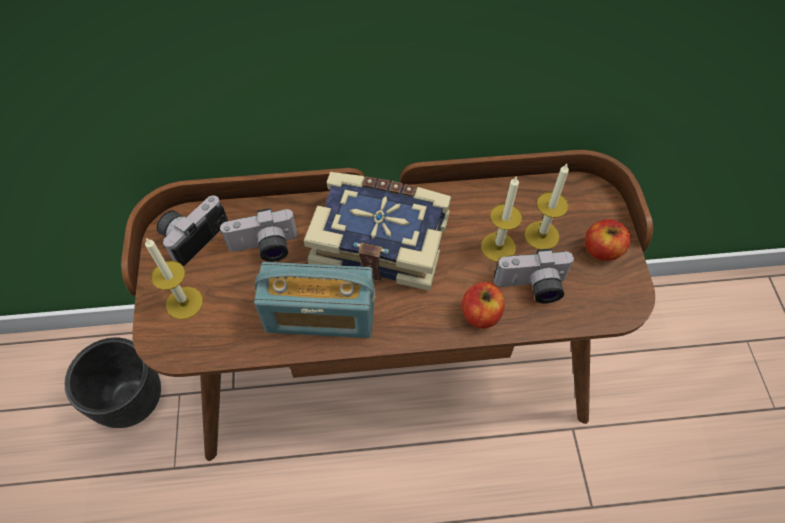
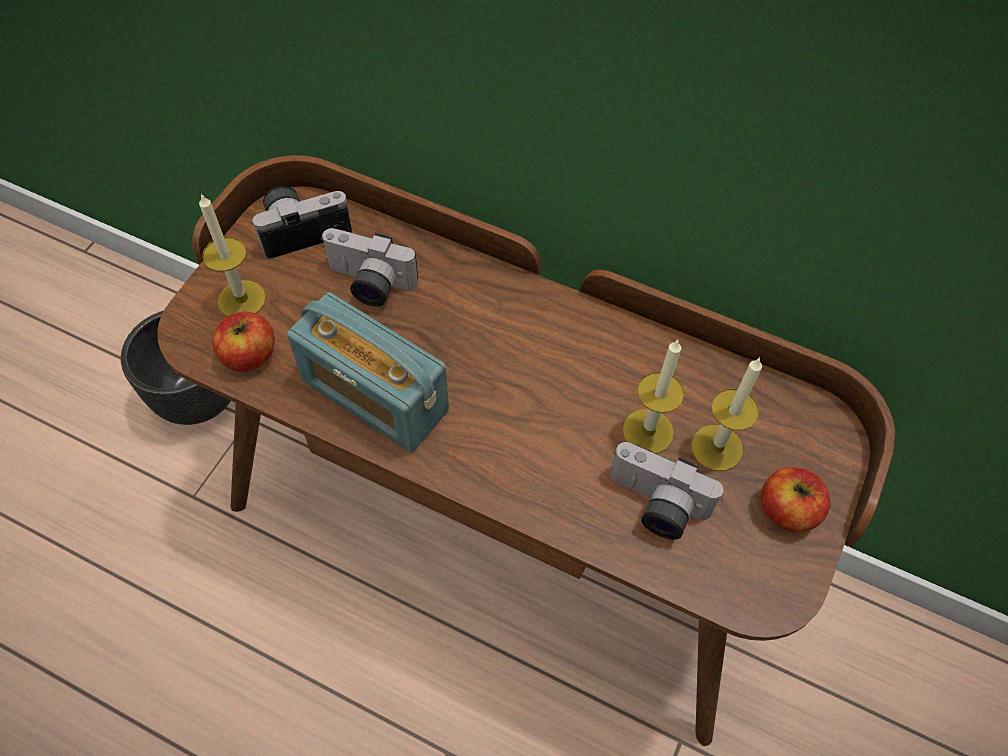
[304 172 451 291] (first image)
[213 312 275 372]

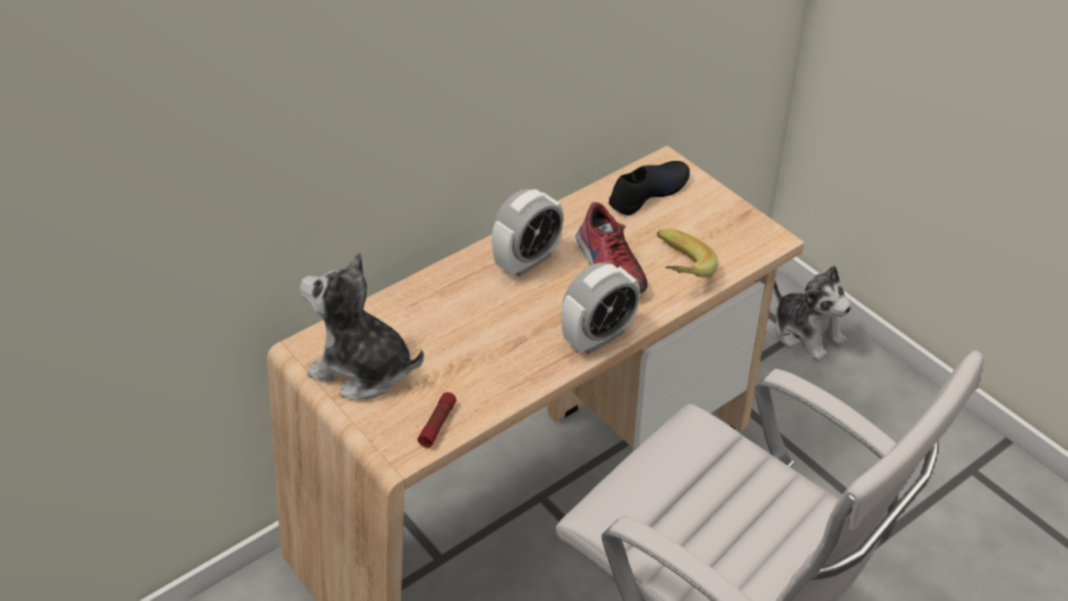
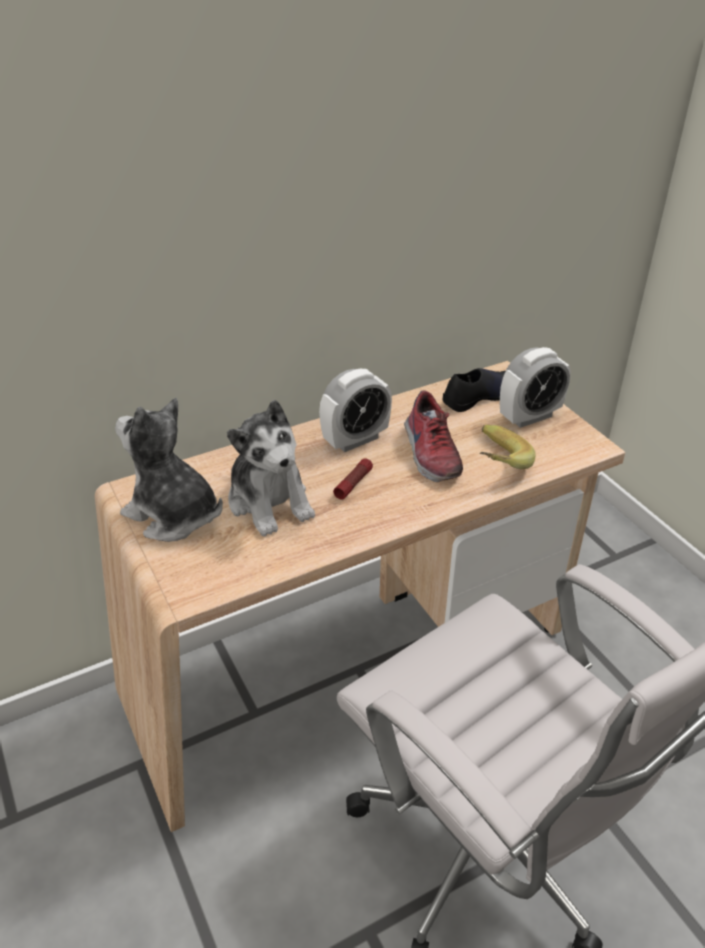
[500 347 571 428]
[227 400 315 537]
[333 458 373 500]

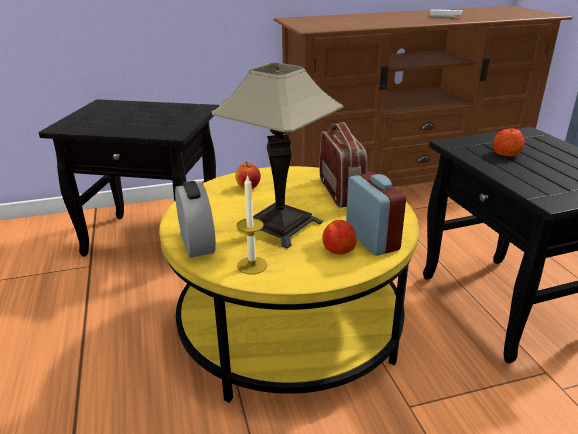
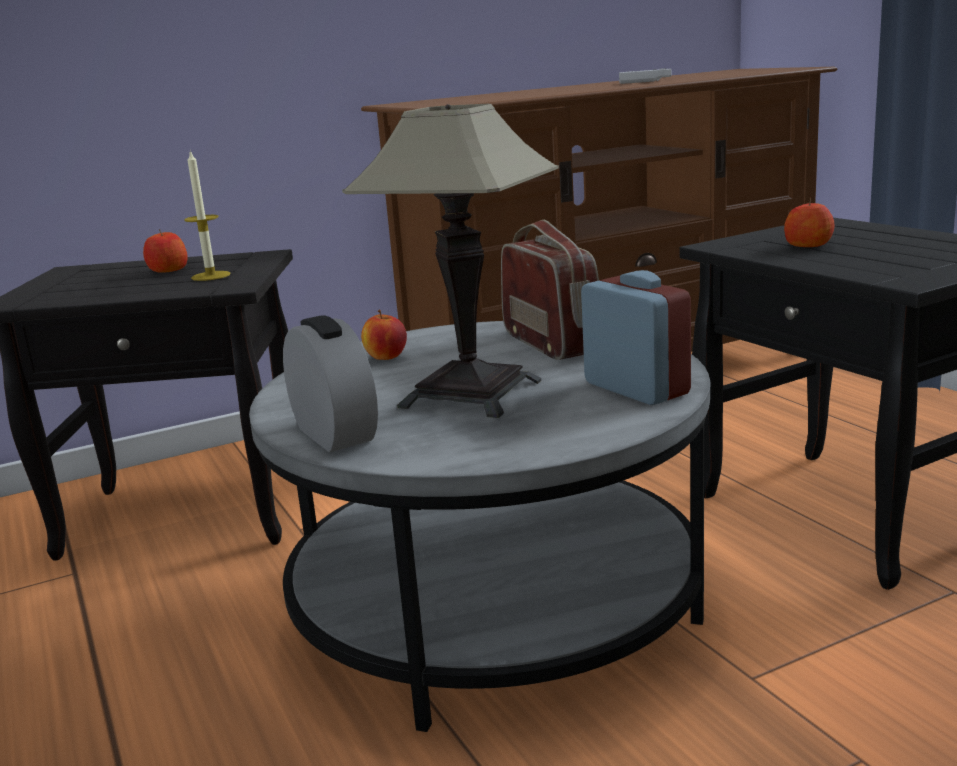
[249 321 710 732]
[184 149 231 281]
[143 229 187 273]

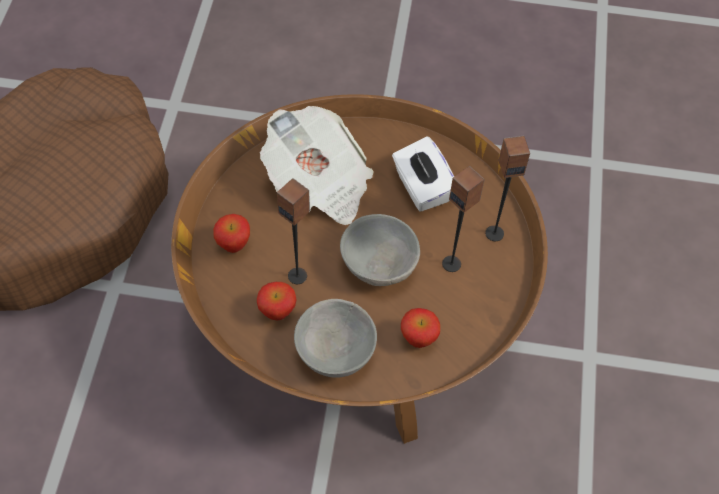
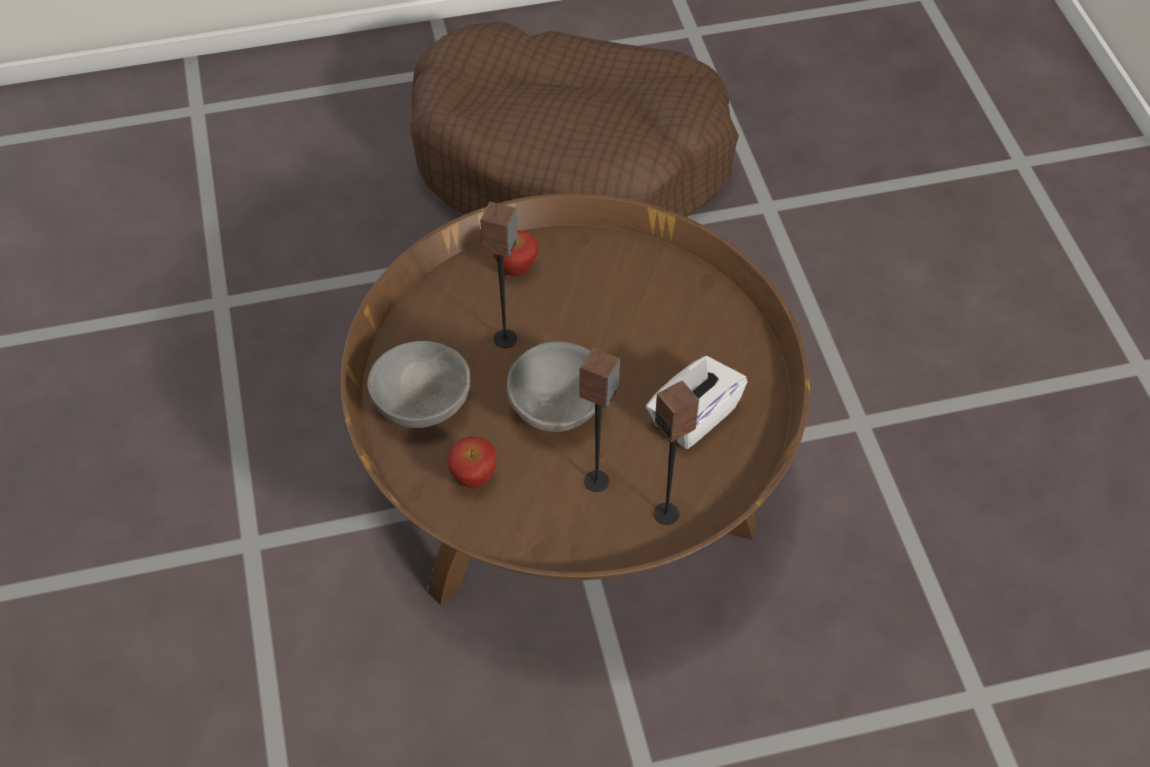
[260 106 374 225] (first image)
[257 282 297 320] (first image)

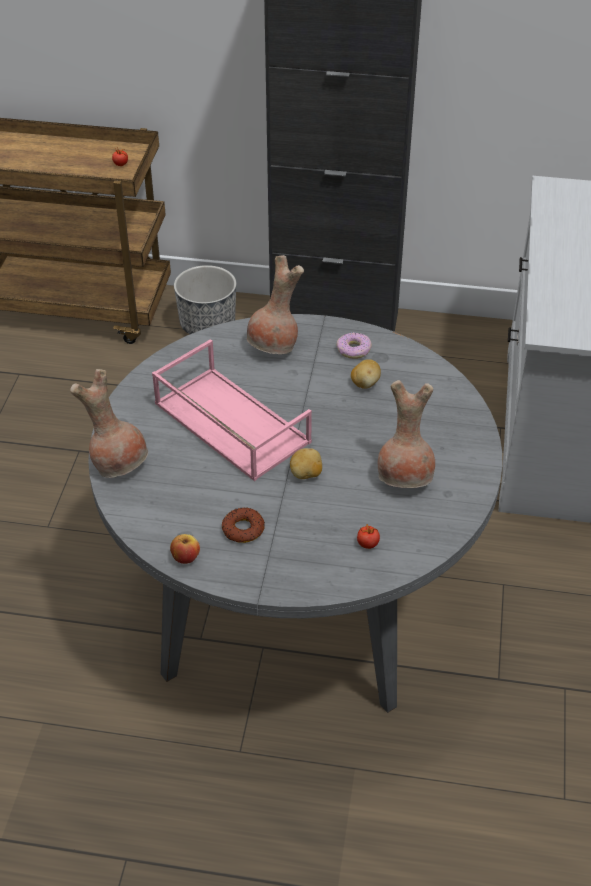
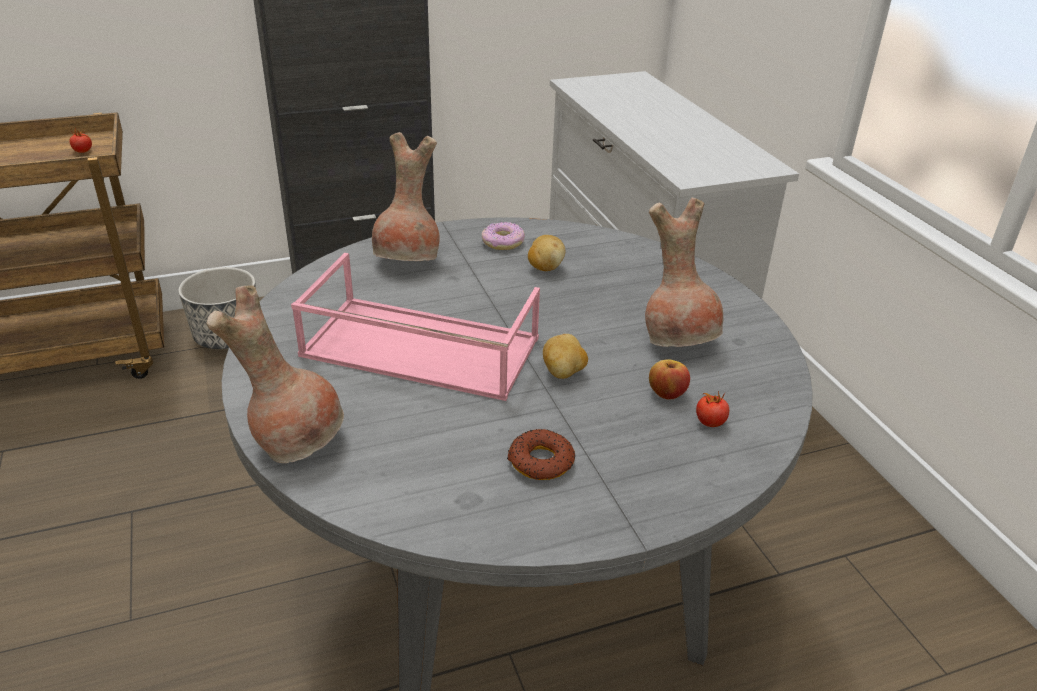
[649 359 690 399]

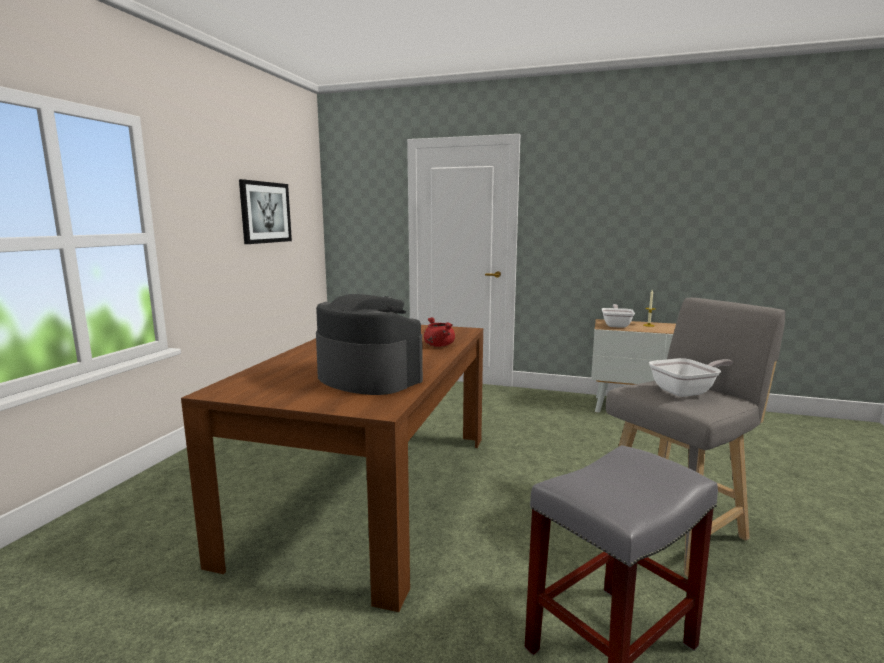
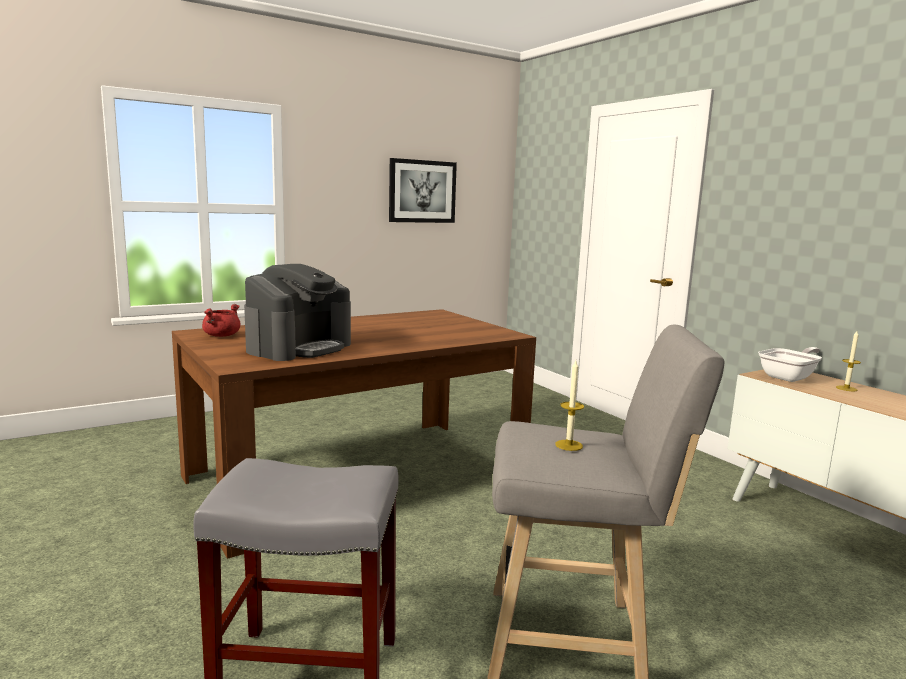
[244 264 351 361]
[202 304 240 337]
[555 361 584 451]

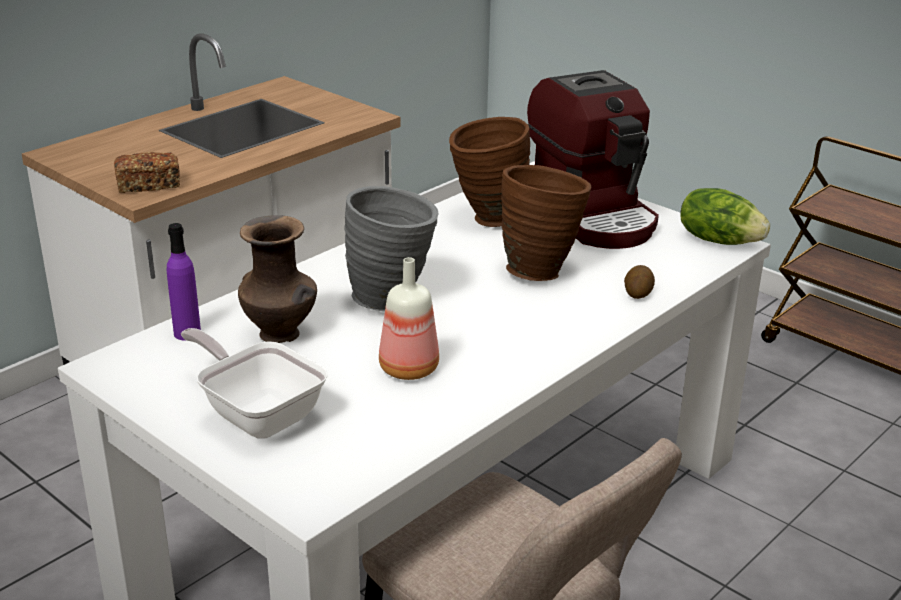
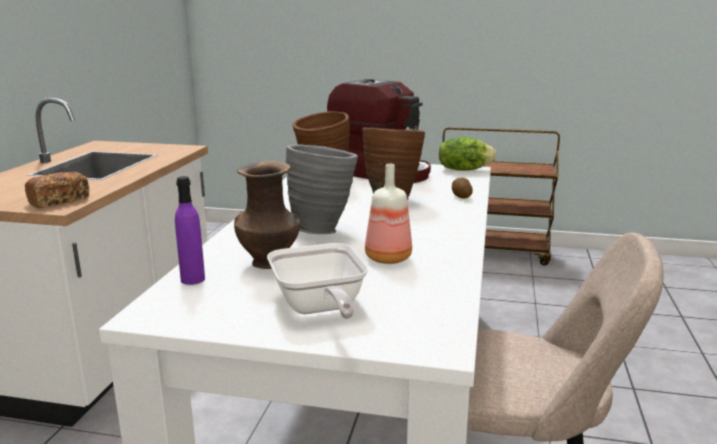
[267 243 368 319]

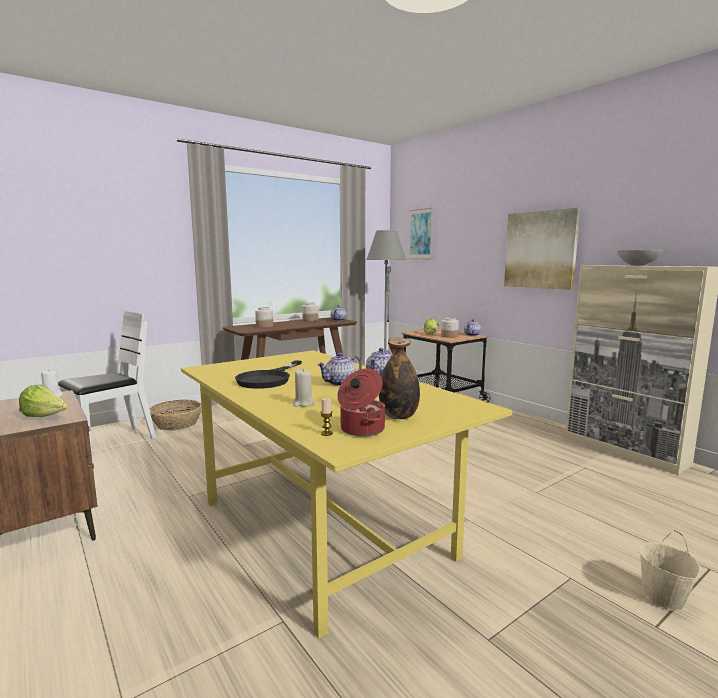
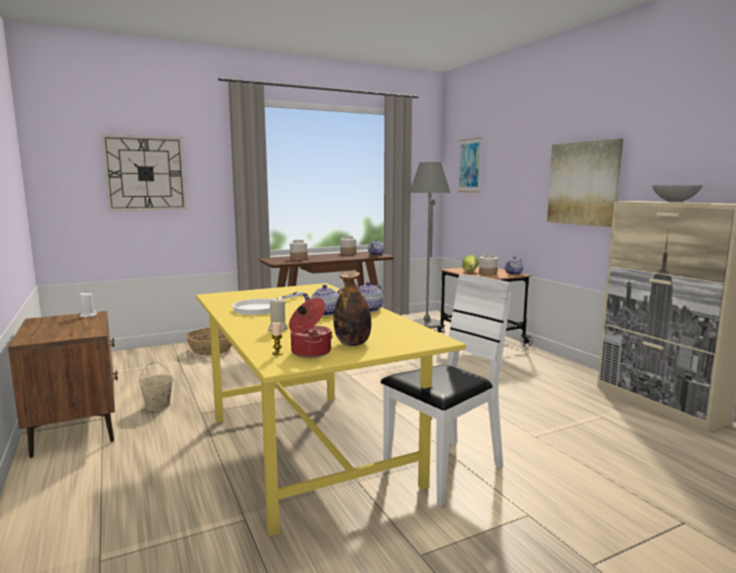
[381 274 511 507]
[232 292 304 315]
[19 385 68 417] (first image)
[139 362 173 411]
[101 134 187 211]

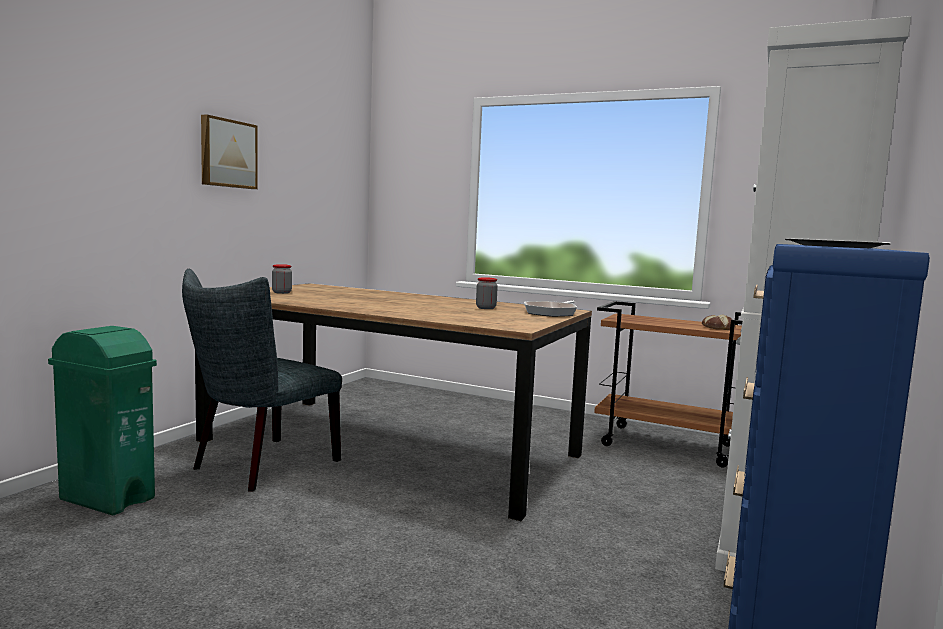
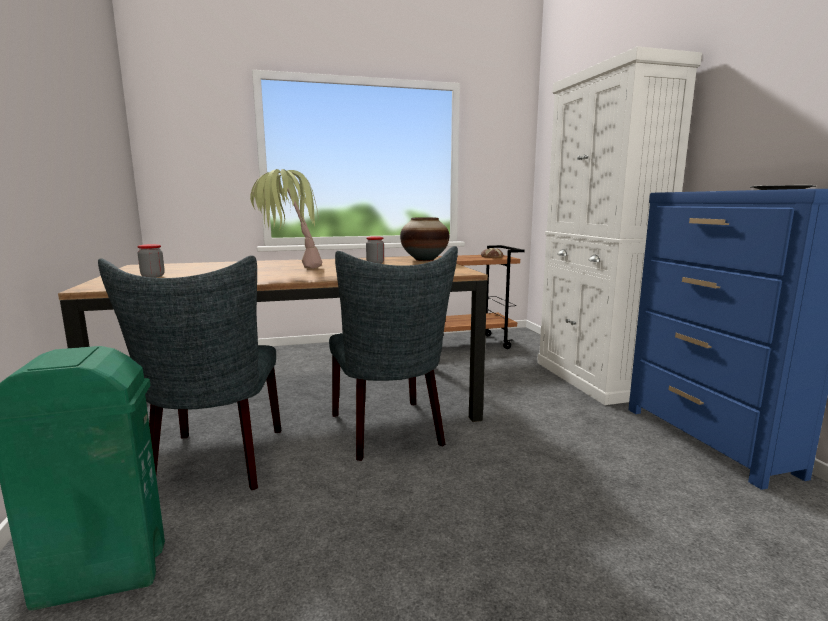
[201 115 257 189] (first image)
[400 217 449 261]
[250 169 322 269]
[329 246 458 461]

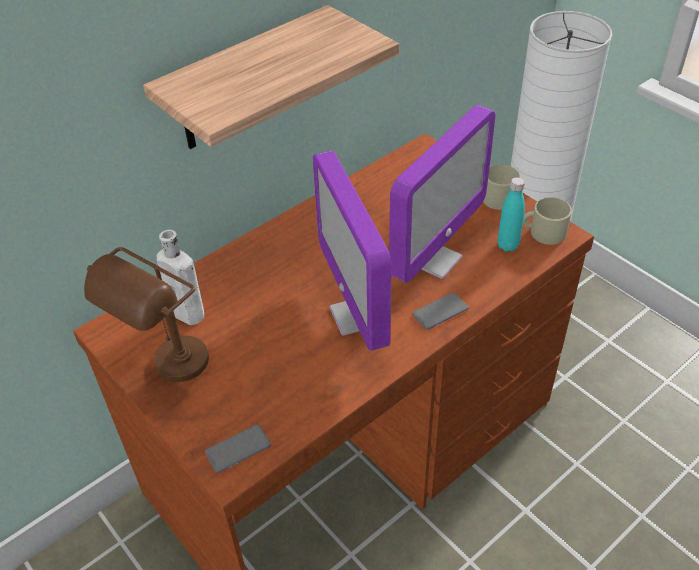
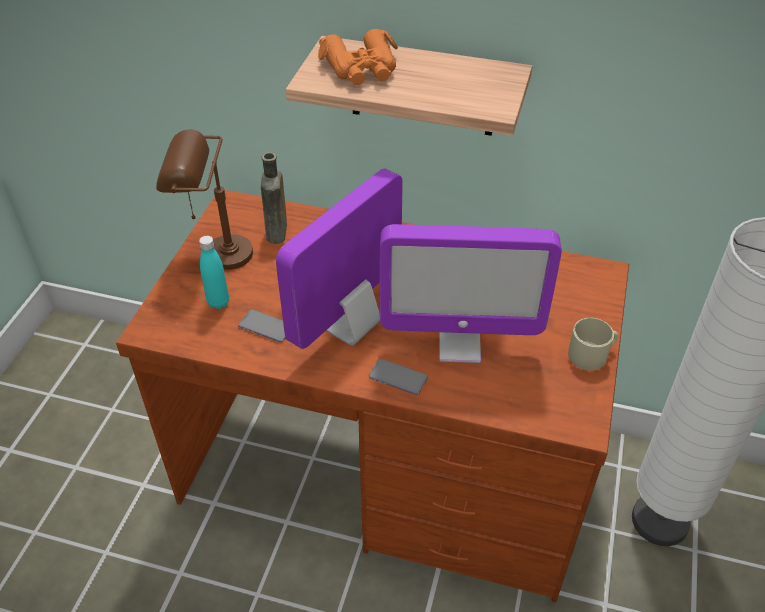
[199 236 229 309]
[523 197 572 245] (first image)
[261 152 287 244]
[238 309 285 342]
[318 29 398 85]

